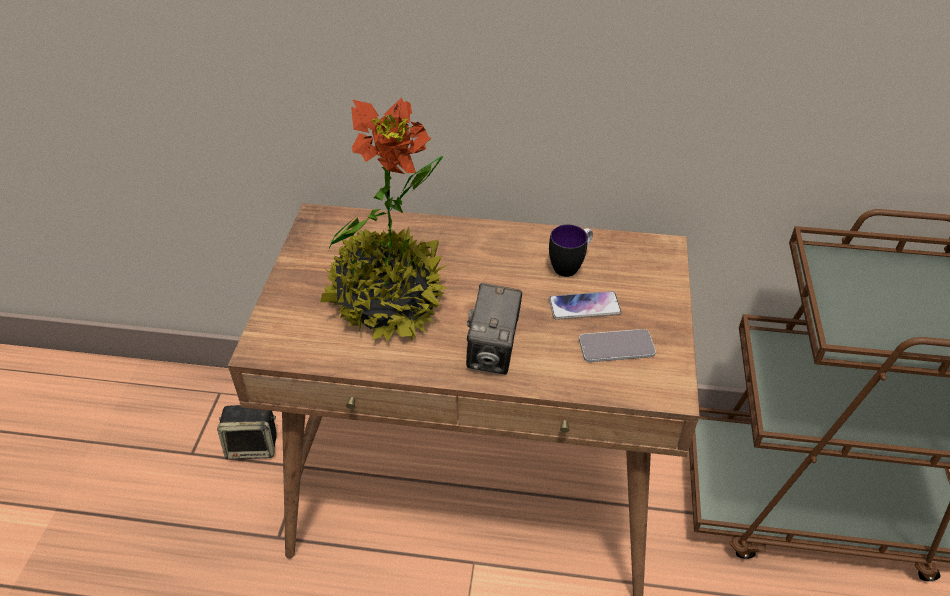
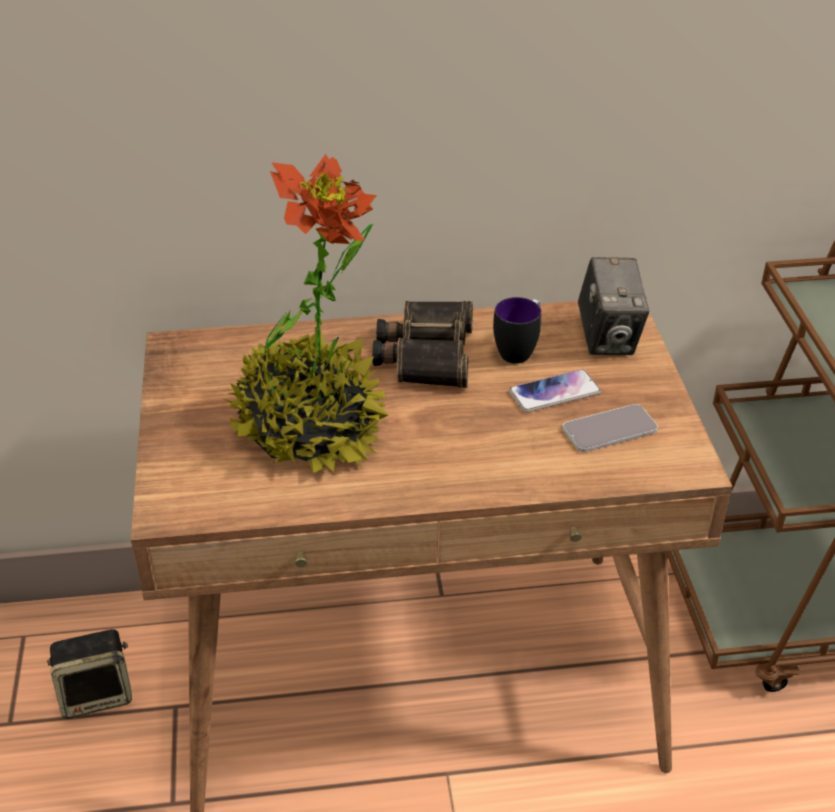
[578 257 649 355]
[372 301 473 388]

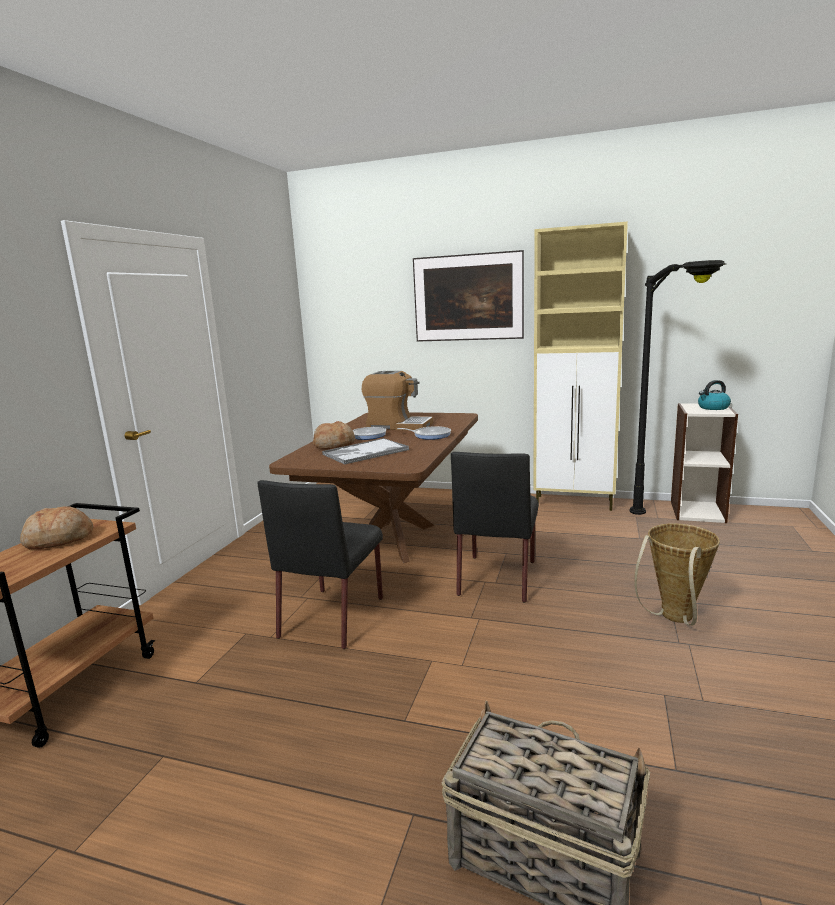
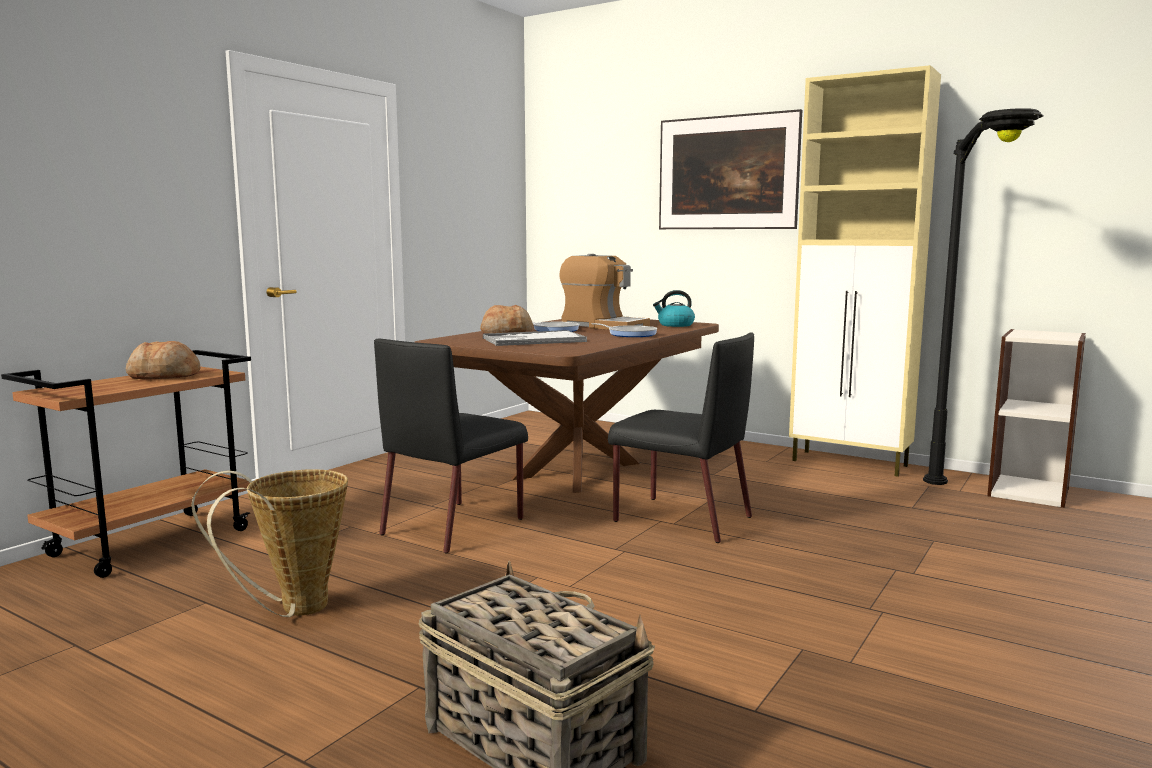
[653 290 695 327]
[608 333 754 543]
[191 469 348 617]

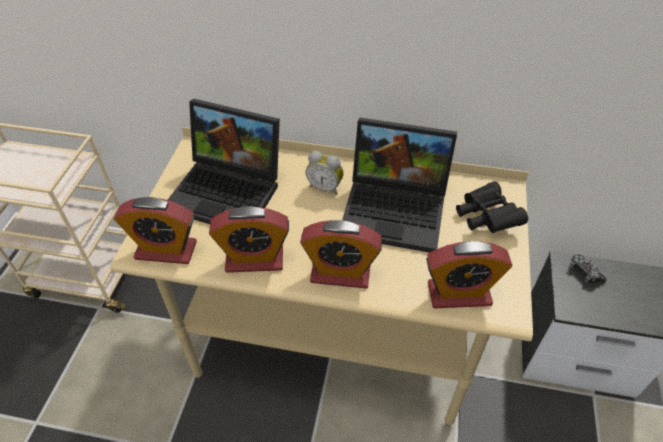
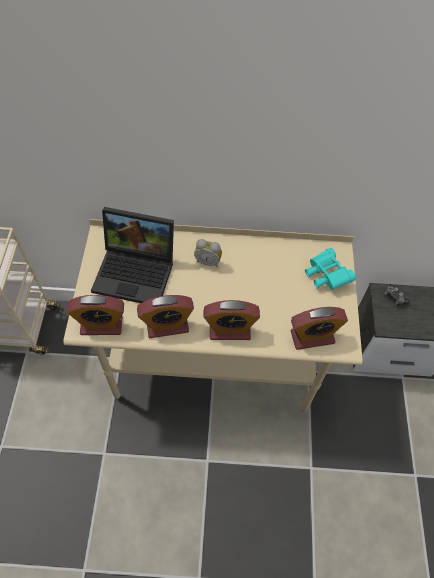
[342 117 457 253] (first image)
[305 248 356 290]

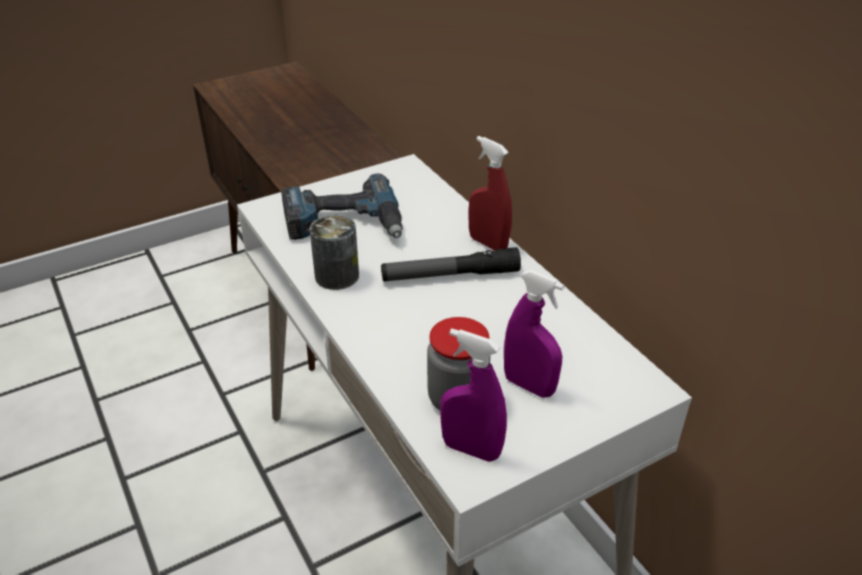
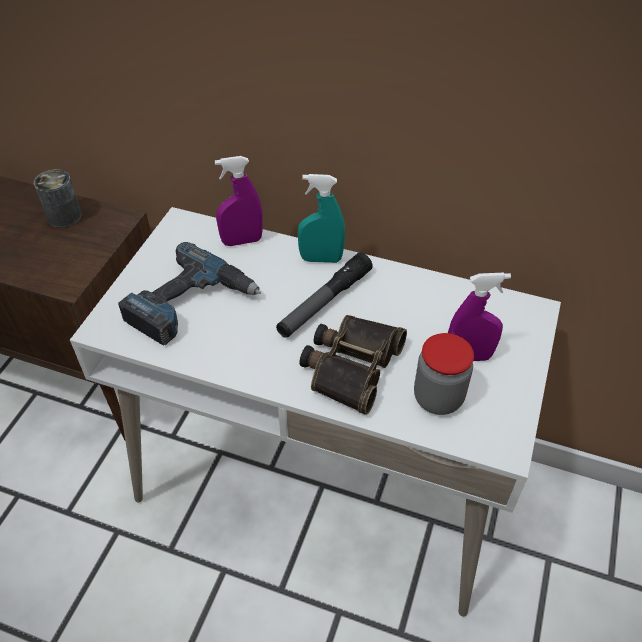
[298 174 345 263]
[34 169 82 228]
[215 156 263 246]
[299 315 407 415]

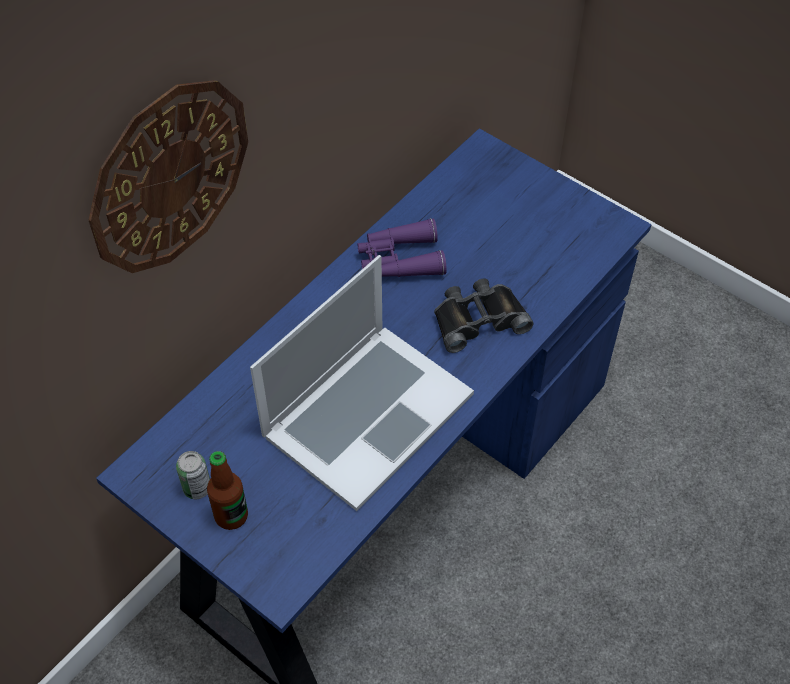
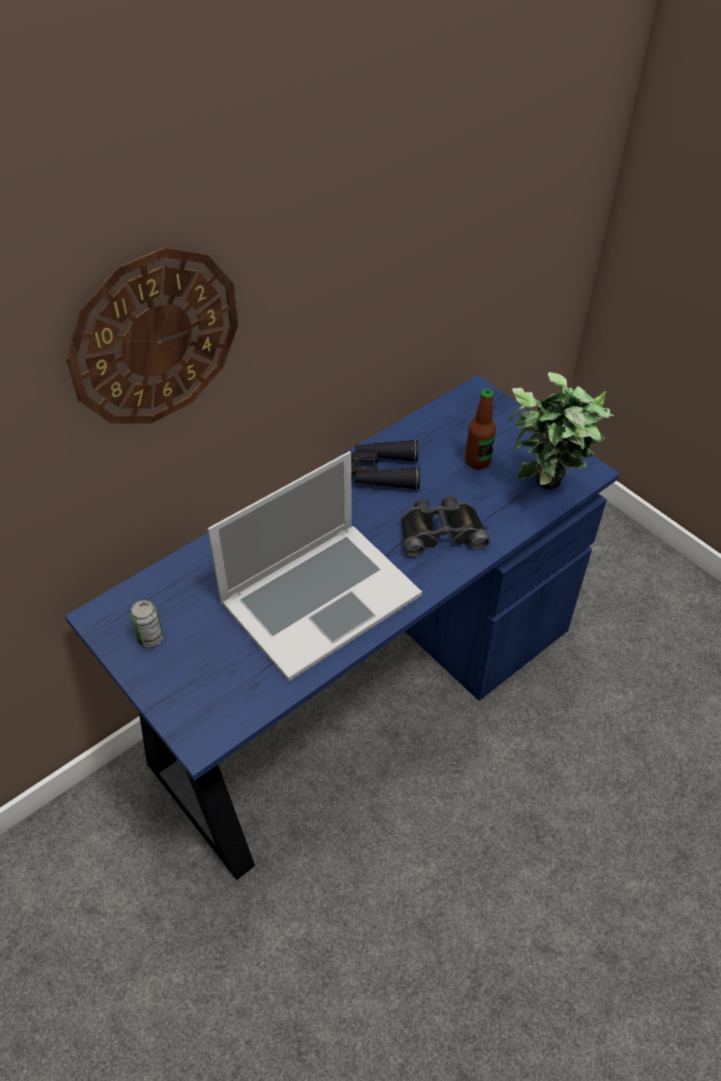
[345 439 420 490]
[465 389 496 470]
[508 372 614 490]

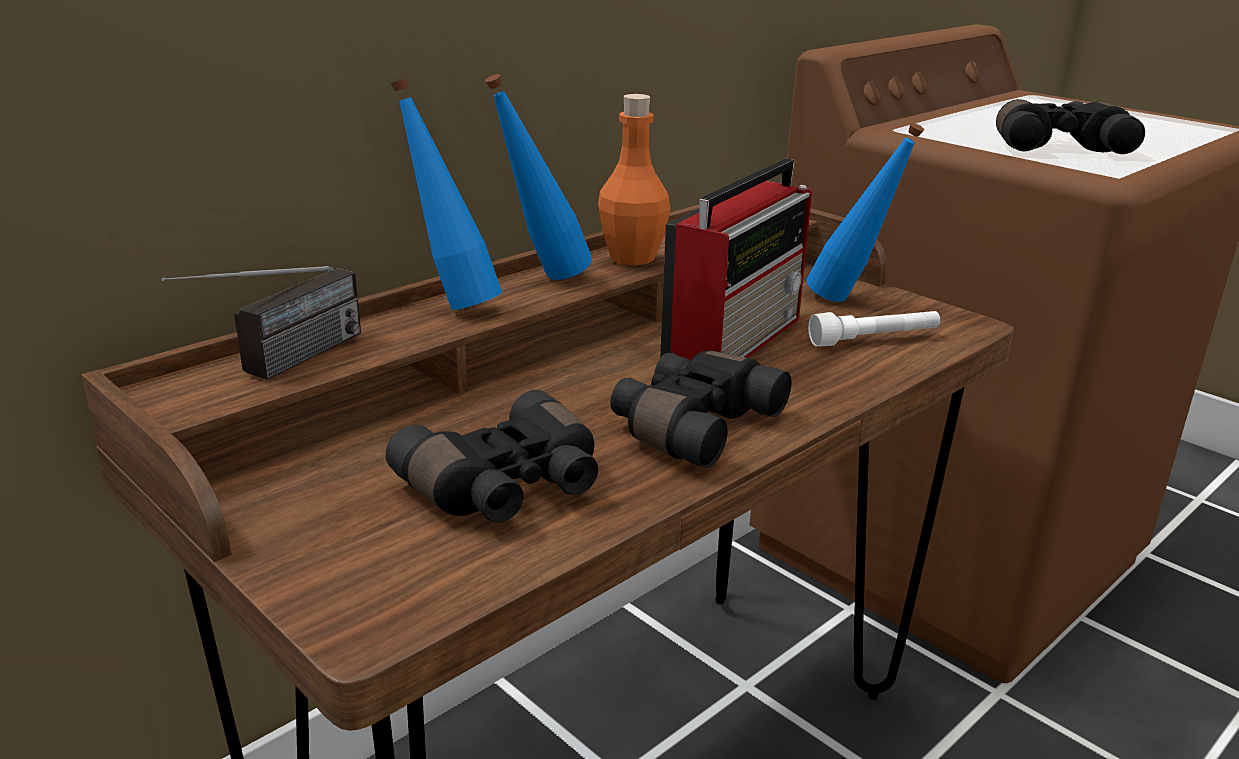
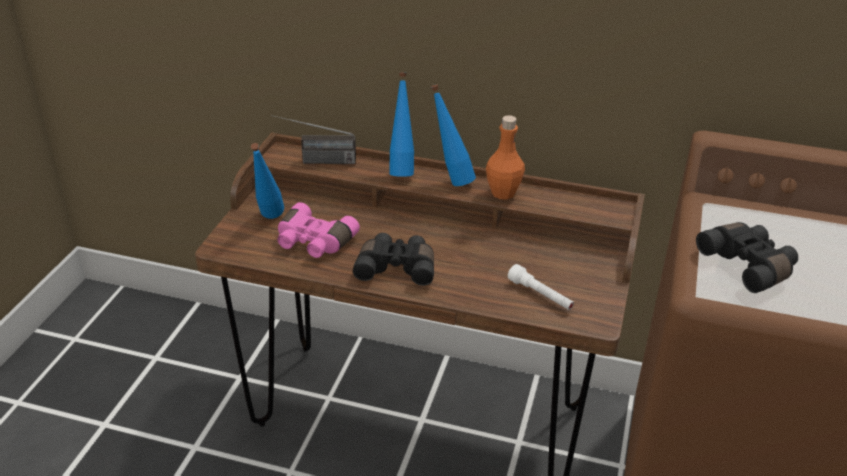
[251 143 284 219]
[660 159 812 361] (first image)
[277 202 360 258]

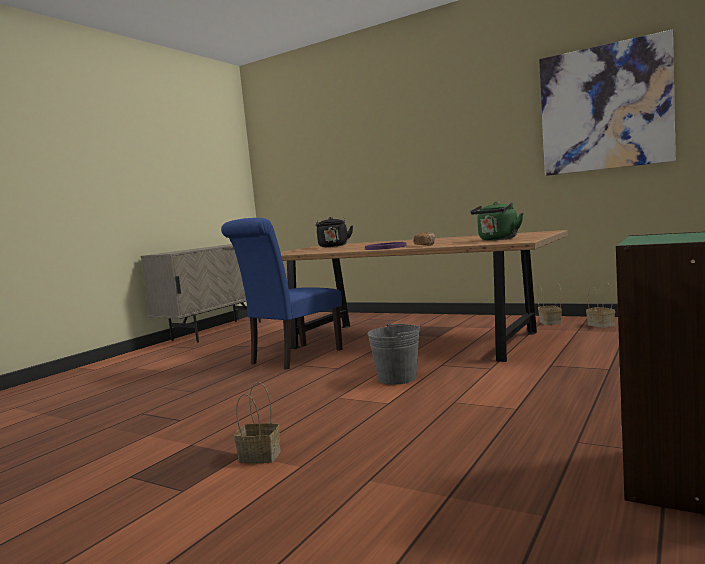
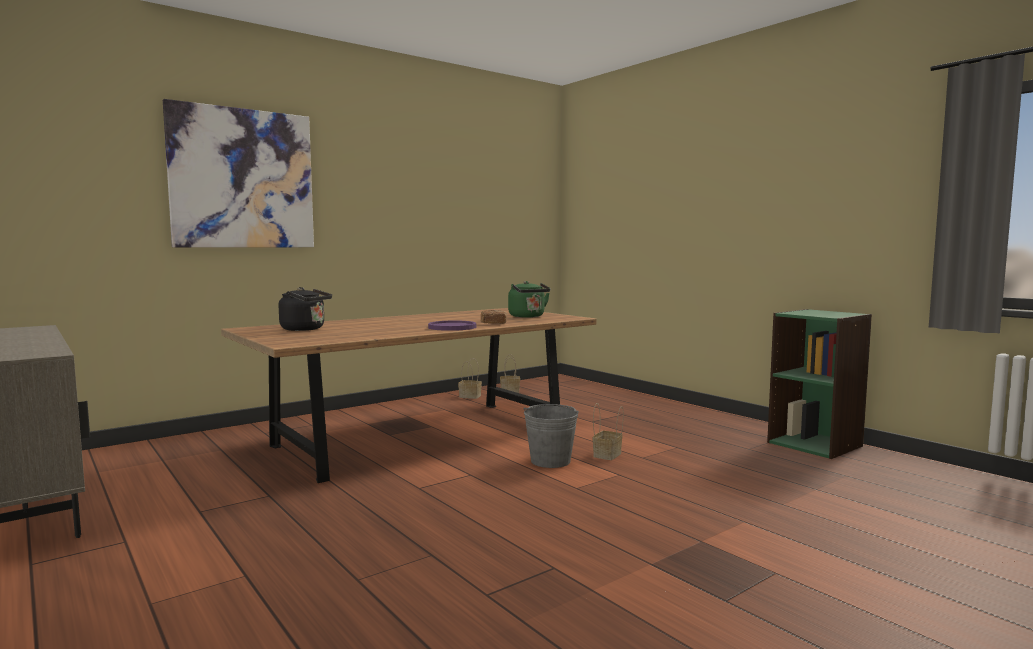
[163 99 314 248]
[221 218 343 370] (first image)
[593 403 624 460]

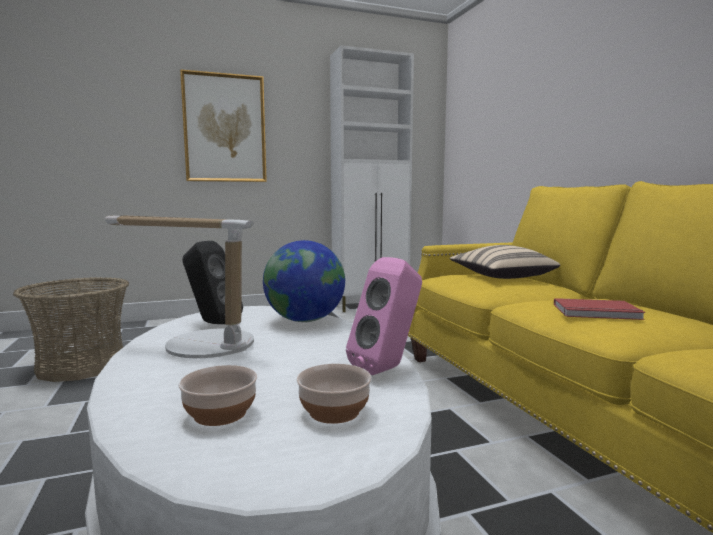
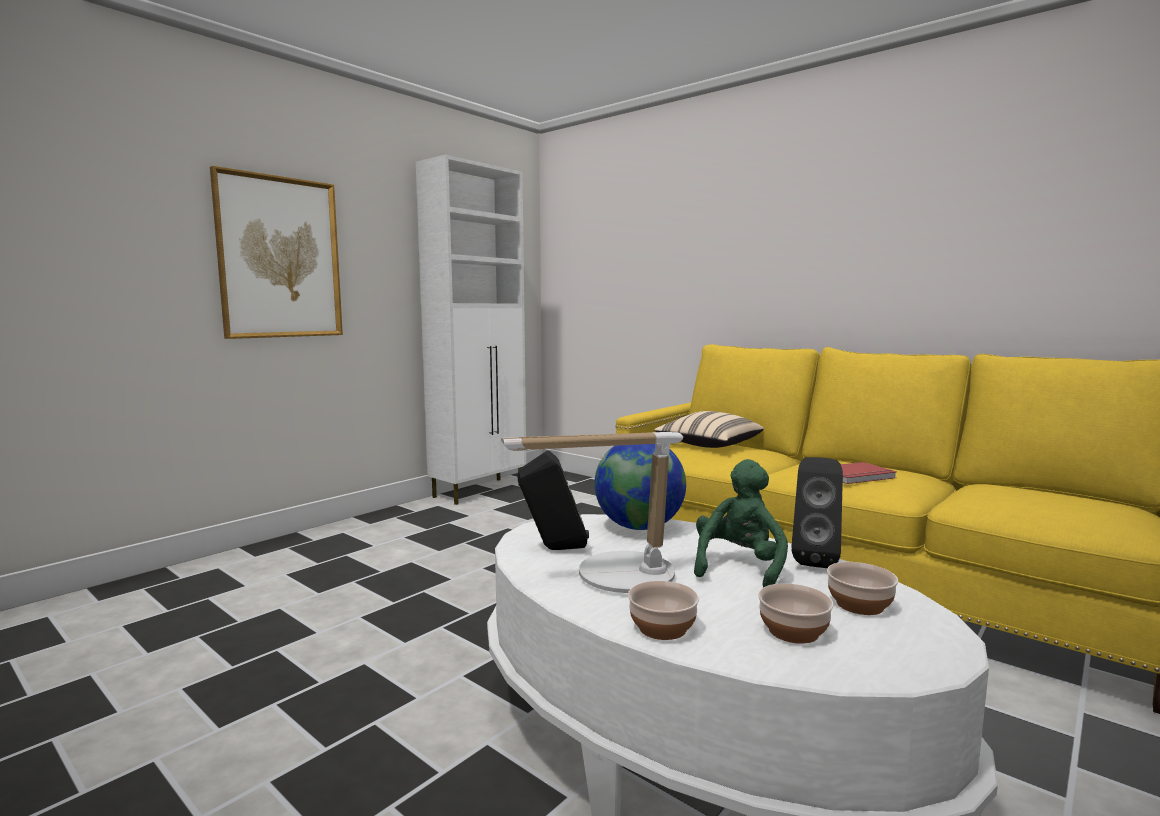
[791 457 843 568]
[13 277 129 382] (first image)
[694 459 788 588]
[628 581 699 640]

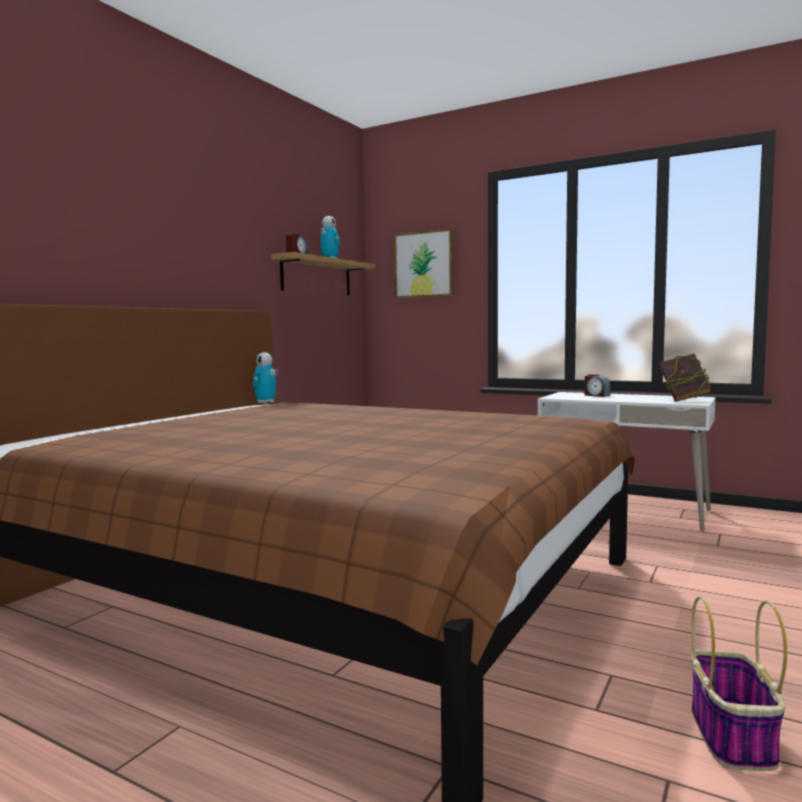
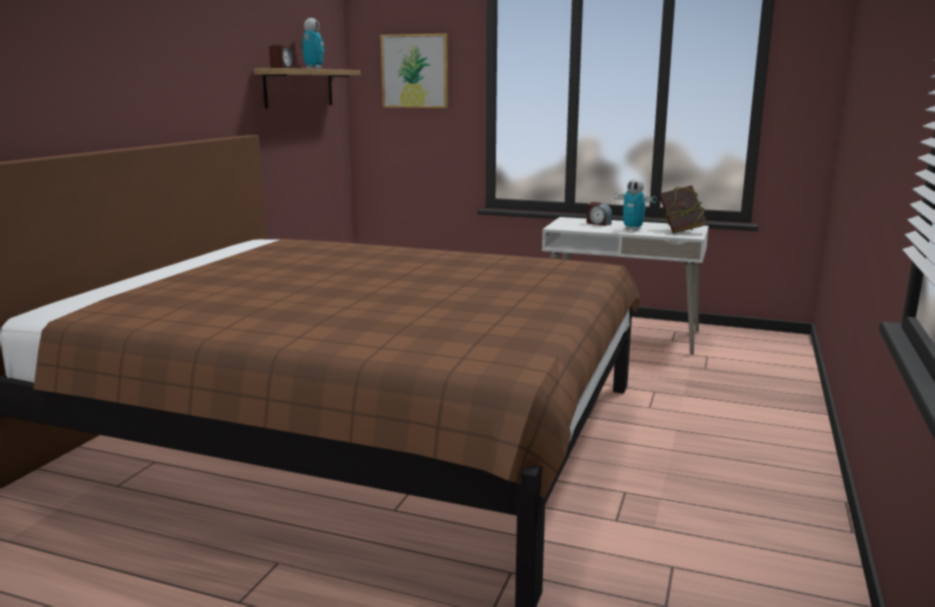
[614 178 656 230]
[691 596 787 771] (first image)

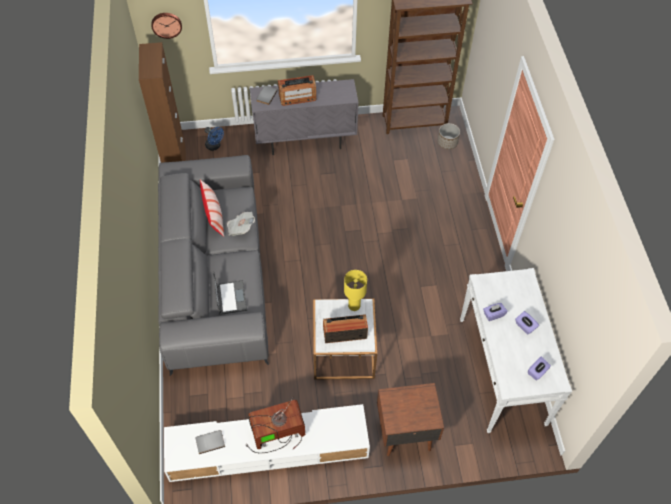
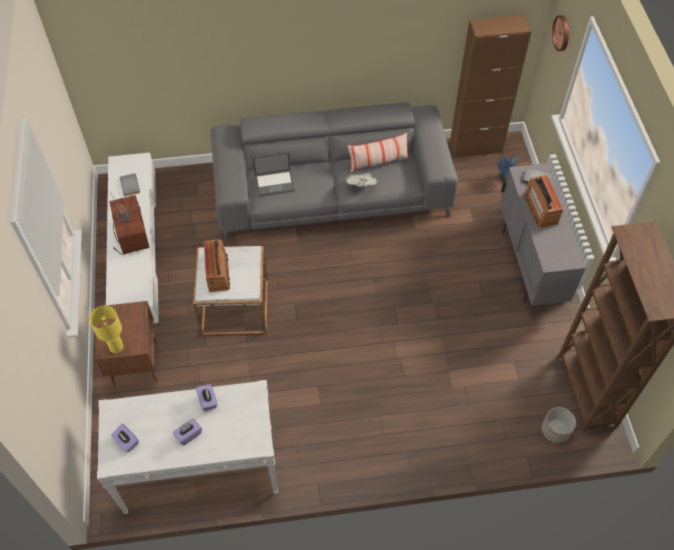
[89 305 123 353]

